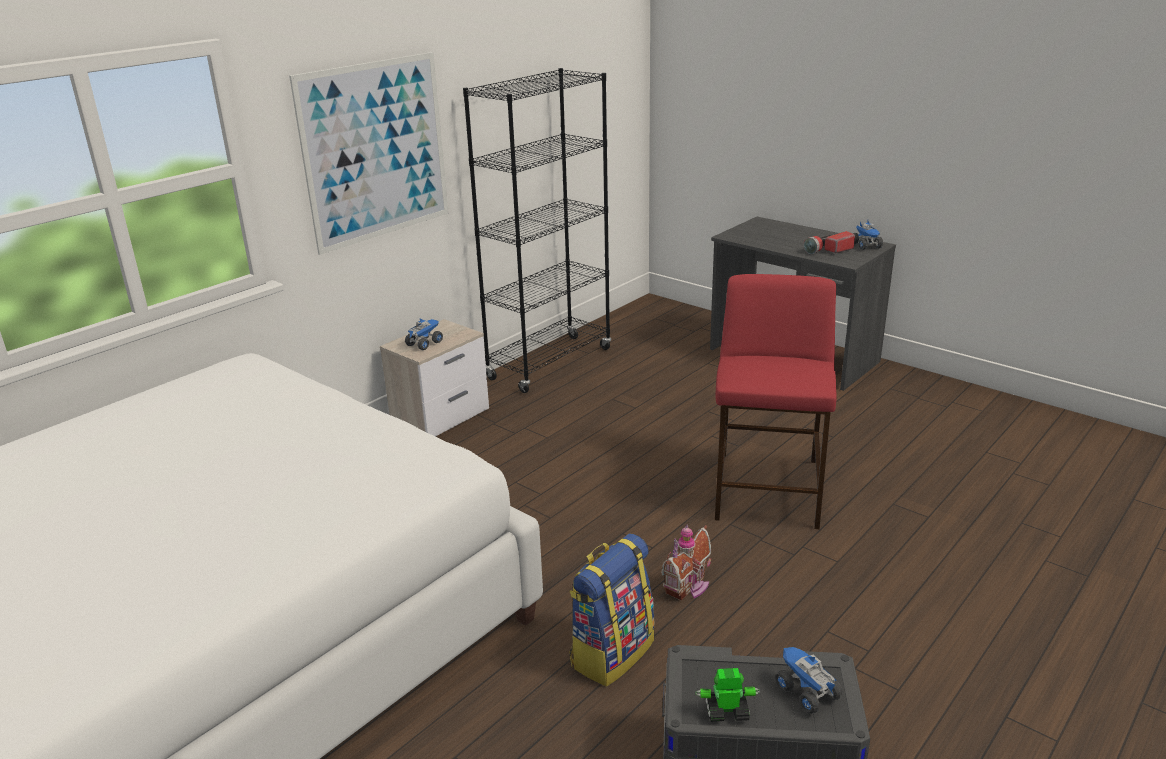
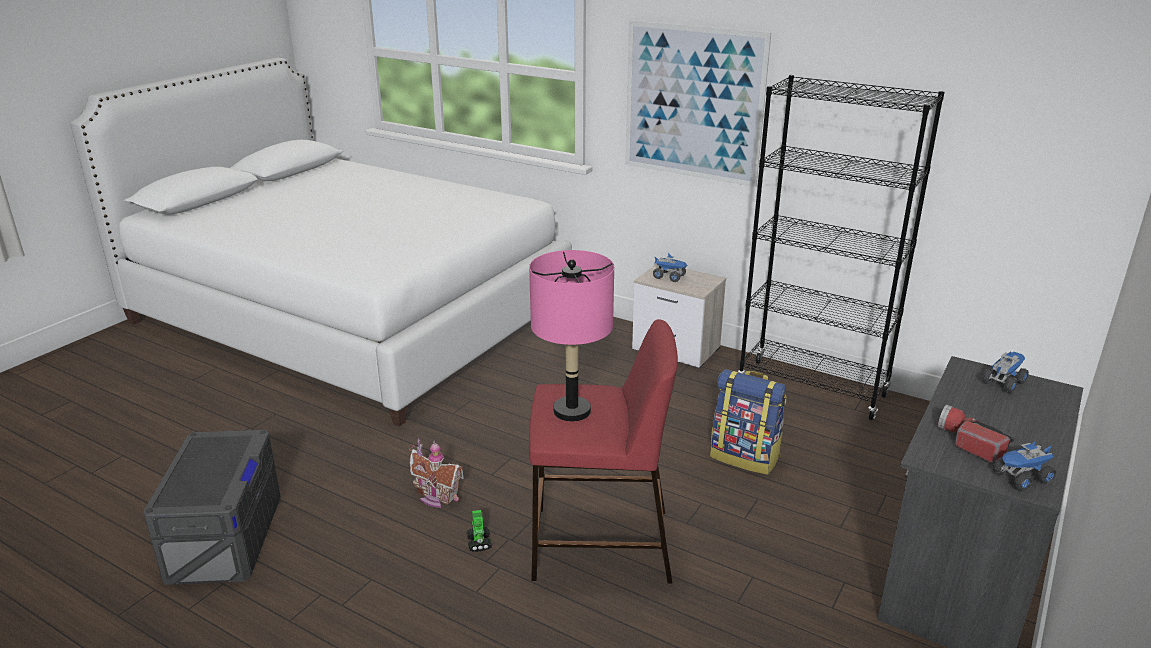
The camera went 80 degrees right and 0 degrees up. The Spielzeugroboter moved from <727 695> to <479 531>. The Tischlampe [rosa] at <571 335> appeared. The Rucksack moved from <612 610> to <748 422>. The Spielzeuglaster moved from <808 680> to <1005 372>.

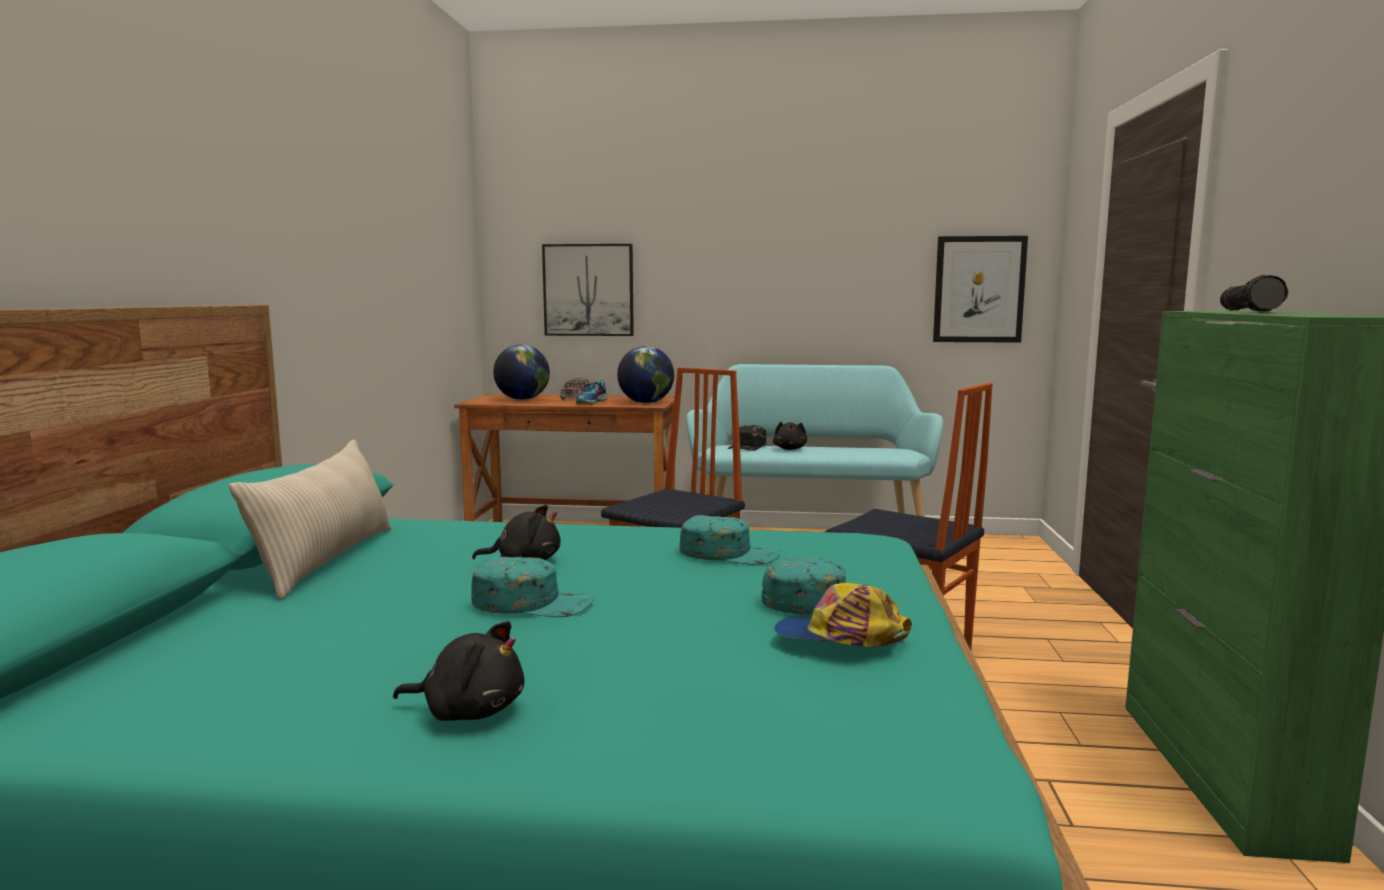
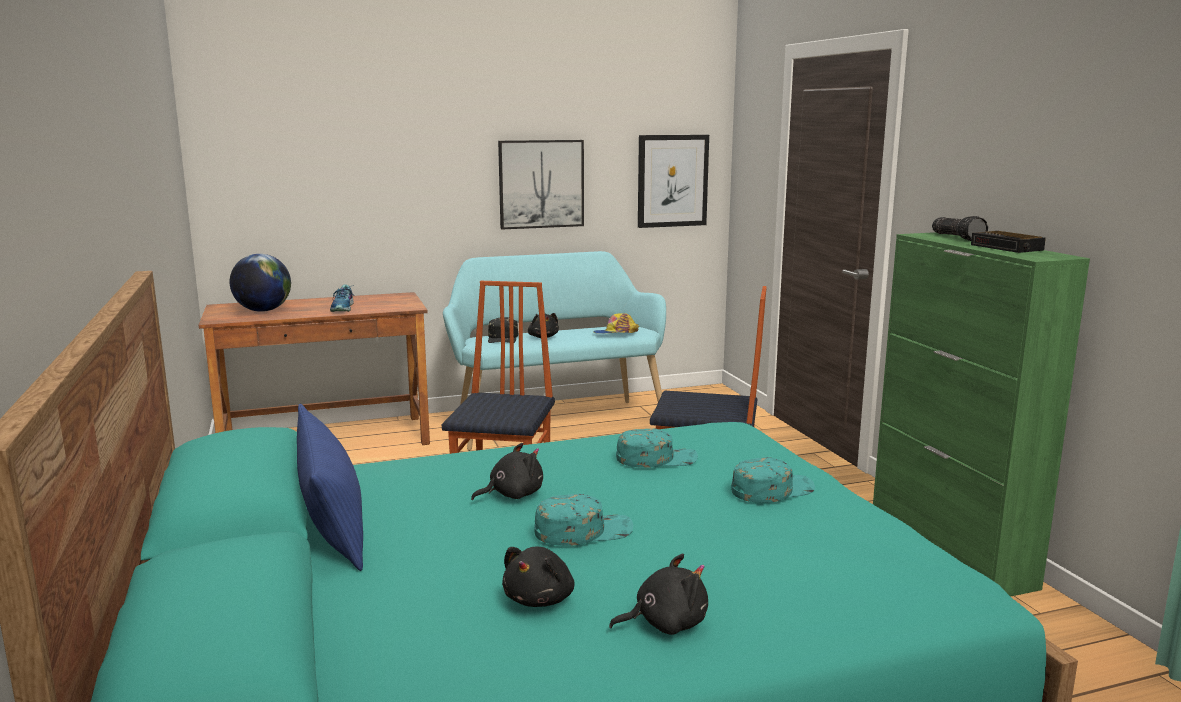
The camera went 25 degrees left and 5 degrees up. The Kissen [beige] at <310 520> became the Kissen [blau] at <330 487>. The Bild moved from <588 290> to <541 184>. The Plüschtier [schwarz] at <538 577> appeared. The Kappe moved from <843 615> to <616 323>. The Wecker at <1008 242> appeared. The Spielzeuglaster at <574 389> disappeared. The Globus at <645 374> disappeared.

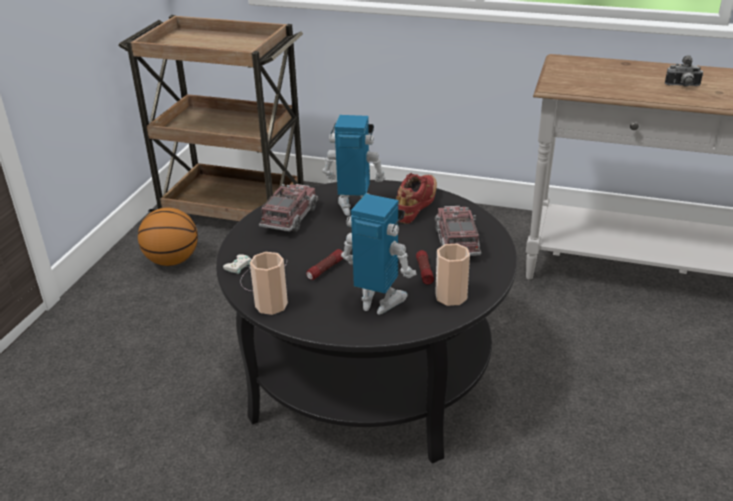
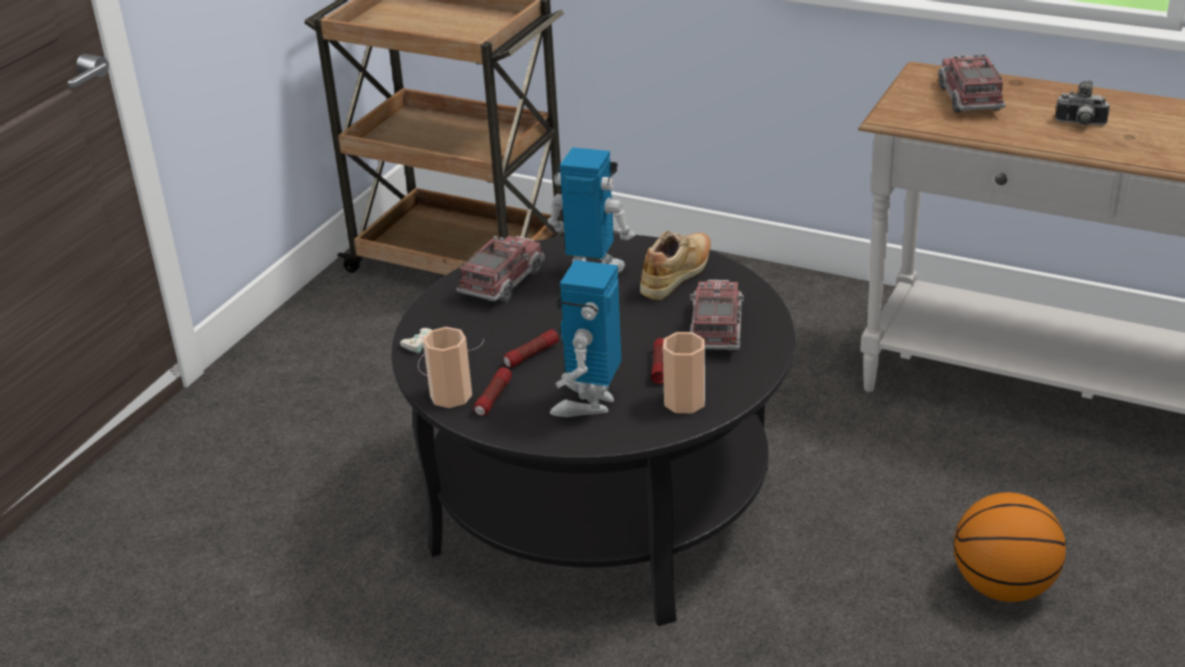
The camera went 10 degrees right and 0 degrees up. The Taschenlampe at <493 391> appeared. The Spielzeugroboter at <378 254> turned 105 degrees counterclockwise. The Schuh [rot] at <416 198> became the Schuh [beige] at <675 265>. The Spielzeuglaster at <972 83> appeared. The Basketball moved from <168 237> to <1010 547>.

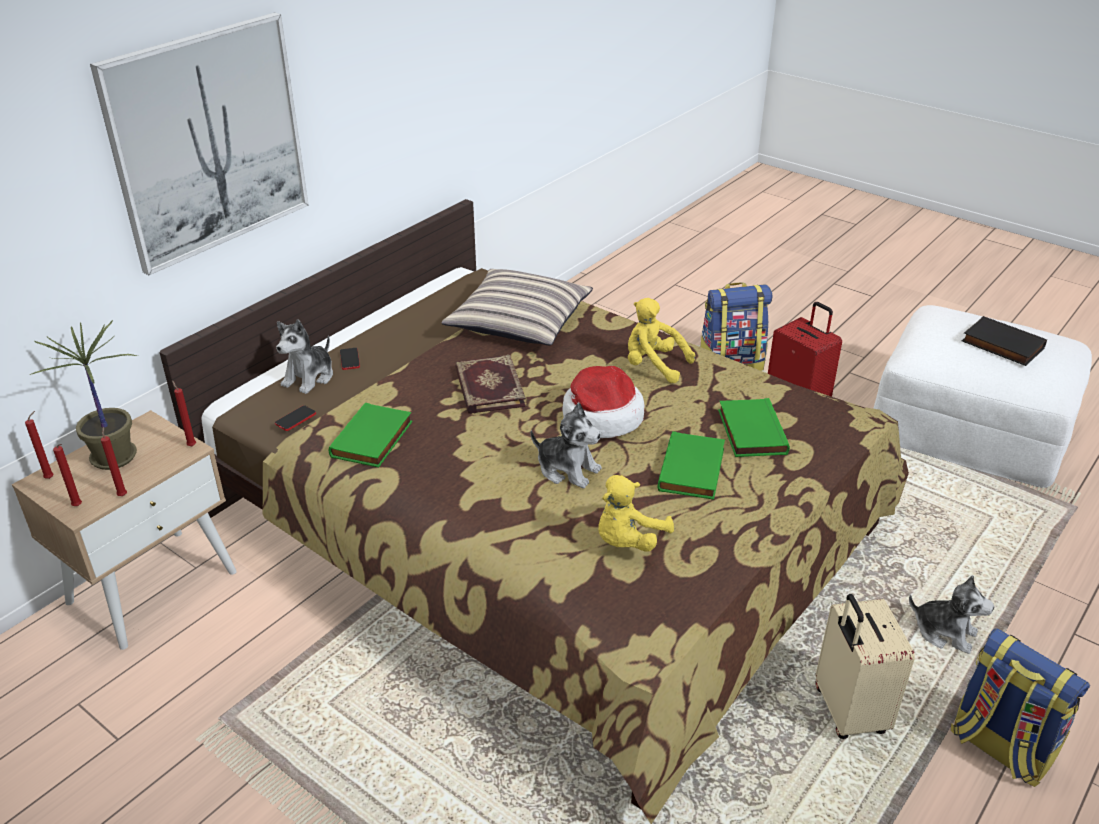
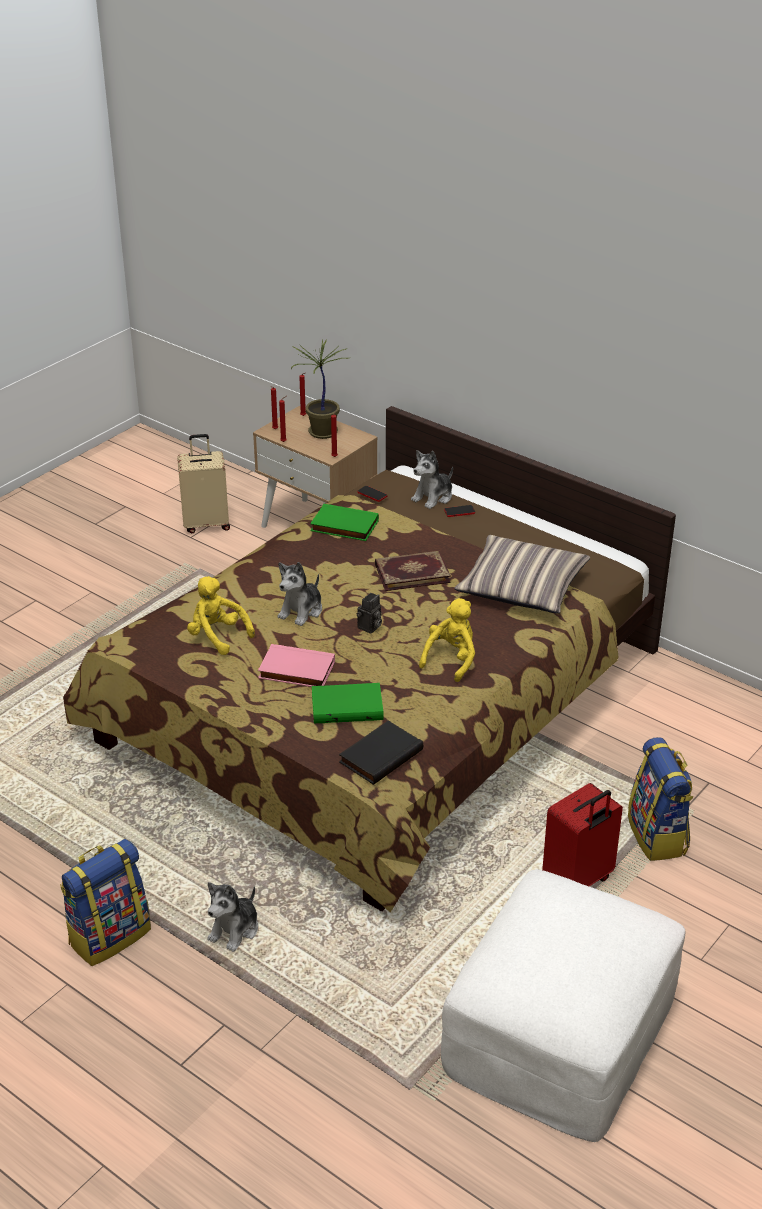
The camera went 90 degrees right and 0 degrees up. The Koffer [beige] moved from <865 666> to <203 483>. The Buch [grün] at <691 465> became the Buch [rosa] at <296 665>. The Buch [schwarz] moved from <1004 341> to <381 752>. The Hut at <603 402> was replaced by the Kamera at <369 613>. The Plüschtier at <304 356> turned 75 degrees counterclockwise. The Bild at <199 144> disappeared.

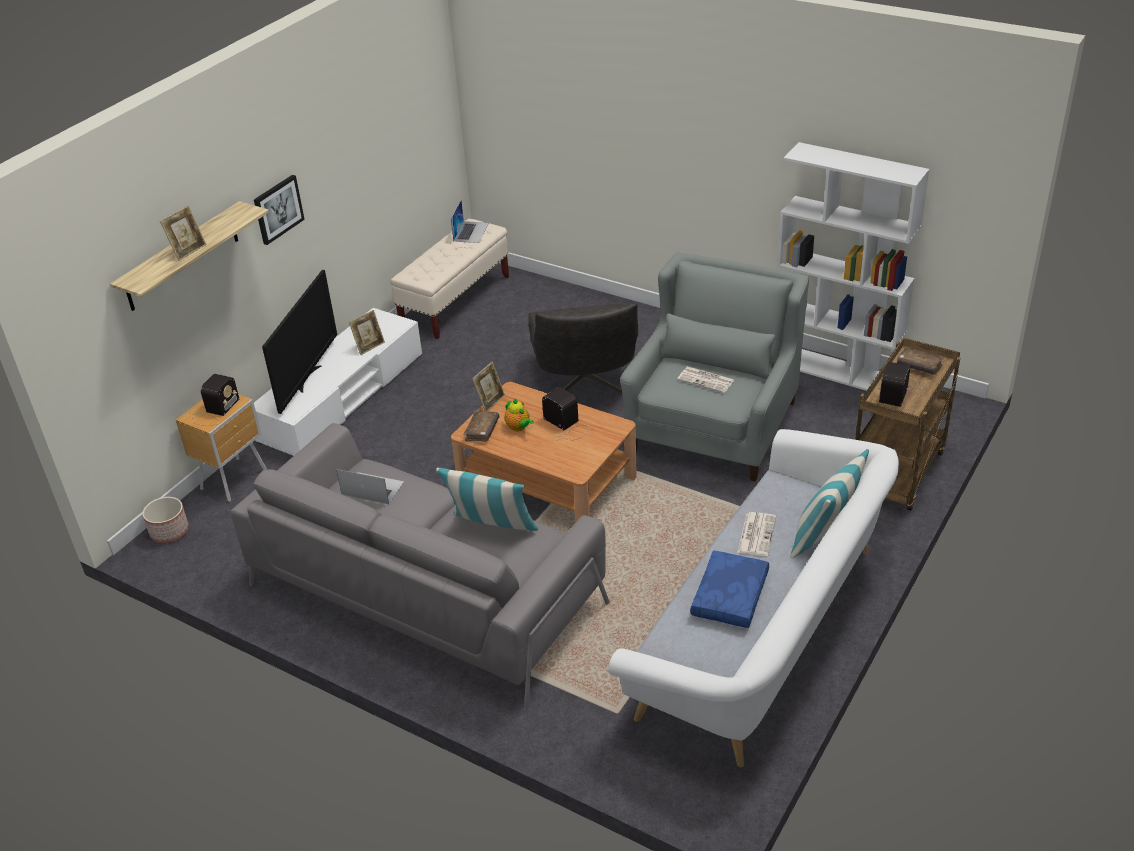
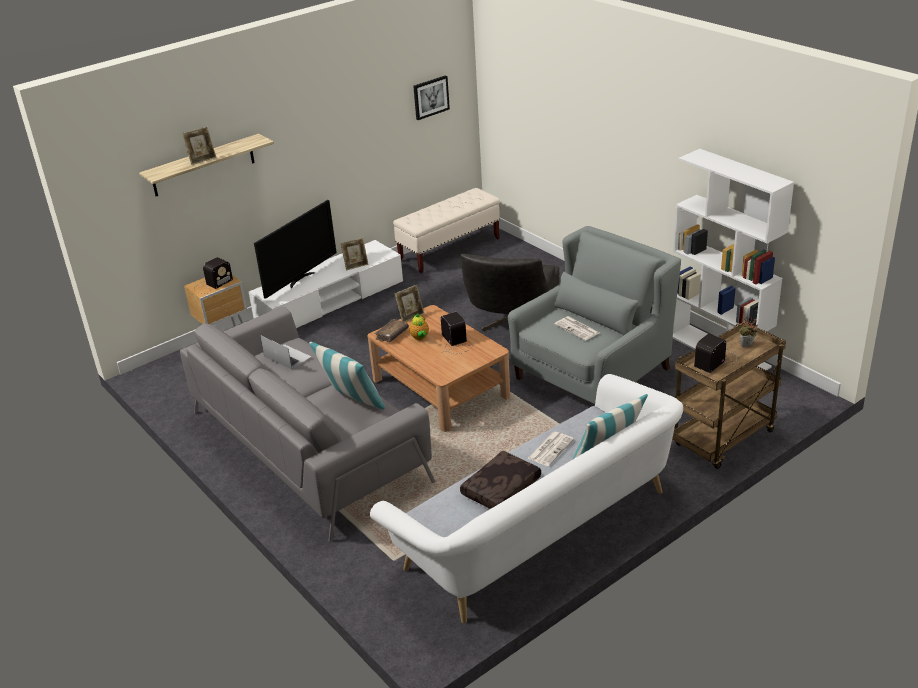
The camera went 20 degrees right and 5 degrees down. The Bild moved from <279 210> to <431 97>. The Kissen [blau] at <729 589> became the Kissen [braun] at <500 480>. The Buch [braun] at <920 361> was replaced by the Topfpflanze at <748 332>. The Pflanzkübel at <166 520> disappeared. The Laptop at <470 221> disappeared.

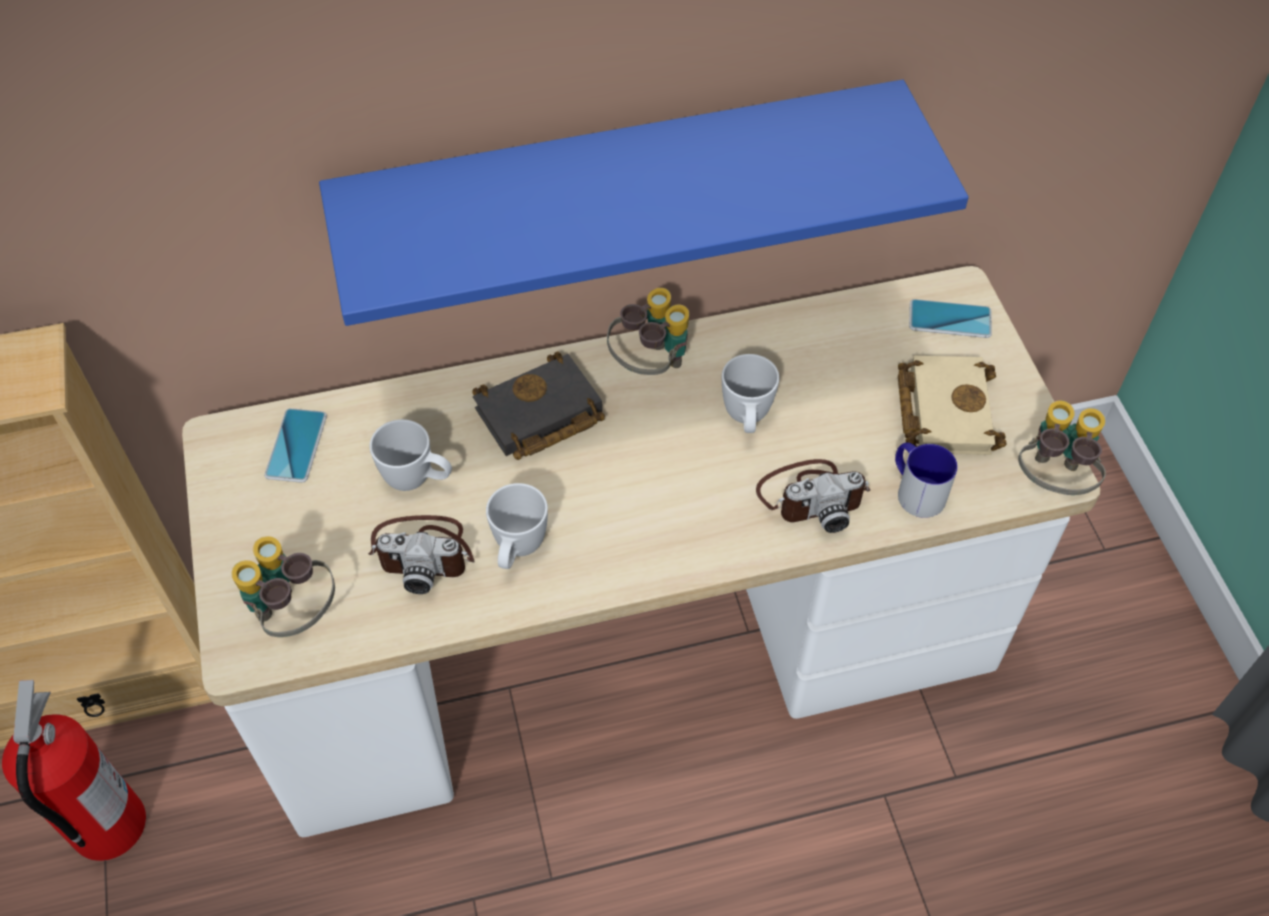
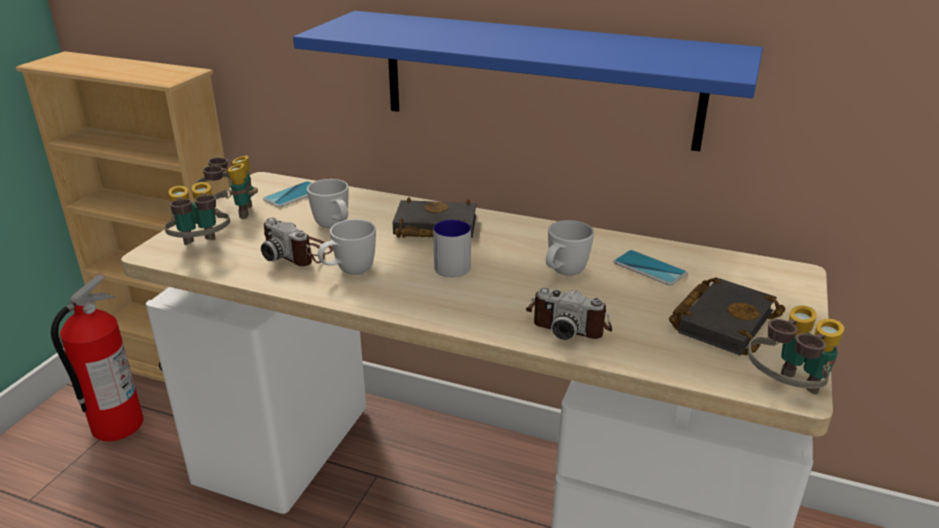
The camera went 35 degrees right and 25 degrees down. The Fernglas moved from <648 331> to <227 187>. The Henkelbecher moved from <926 480> to <452 248>. The Handy moved from <950 318> to <650 268>. The Buch [beige] at <952 405> became the Buch [schwarz] at <727 316>.

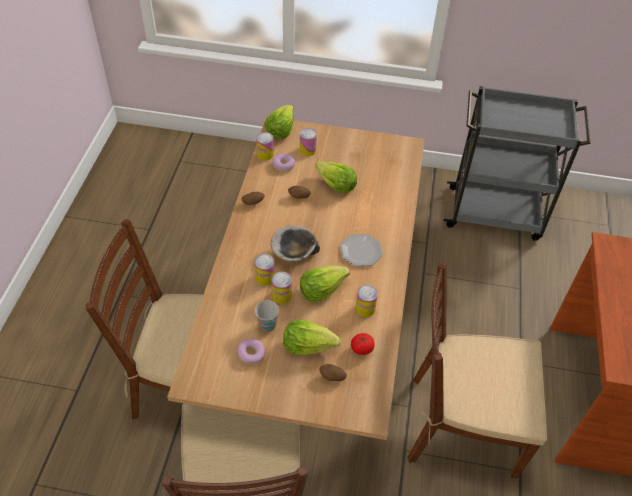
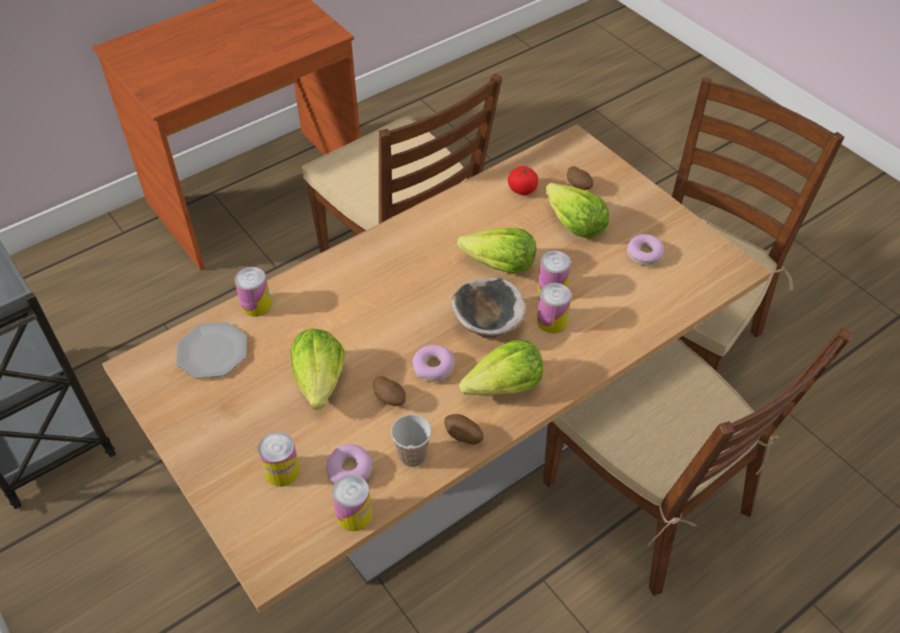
The camera went 135 degrees left and 0 degrees up. The Teller moved from <361 250> to <211 350>. The Dose moved from <366 301> to <253 292>. The Tasse moved from <267 316> to <411 440>. The Donut at <433 363> appeared. The Salatkopf moved from <279 122> to <501 368>.

